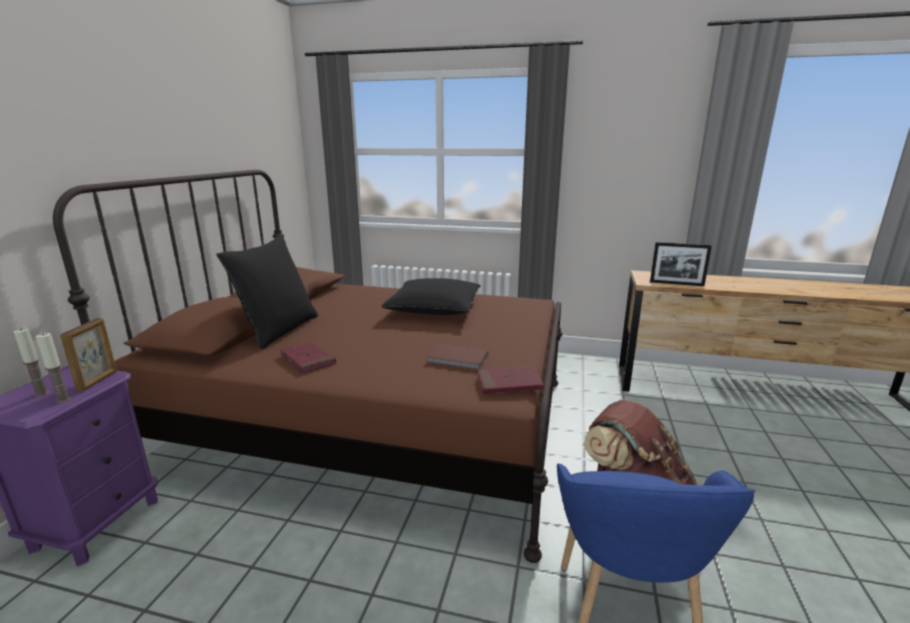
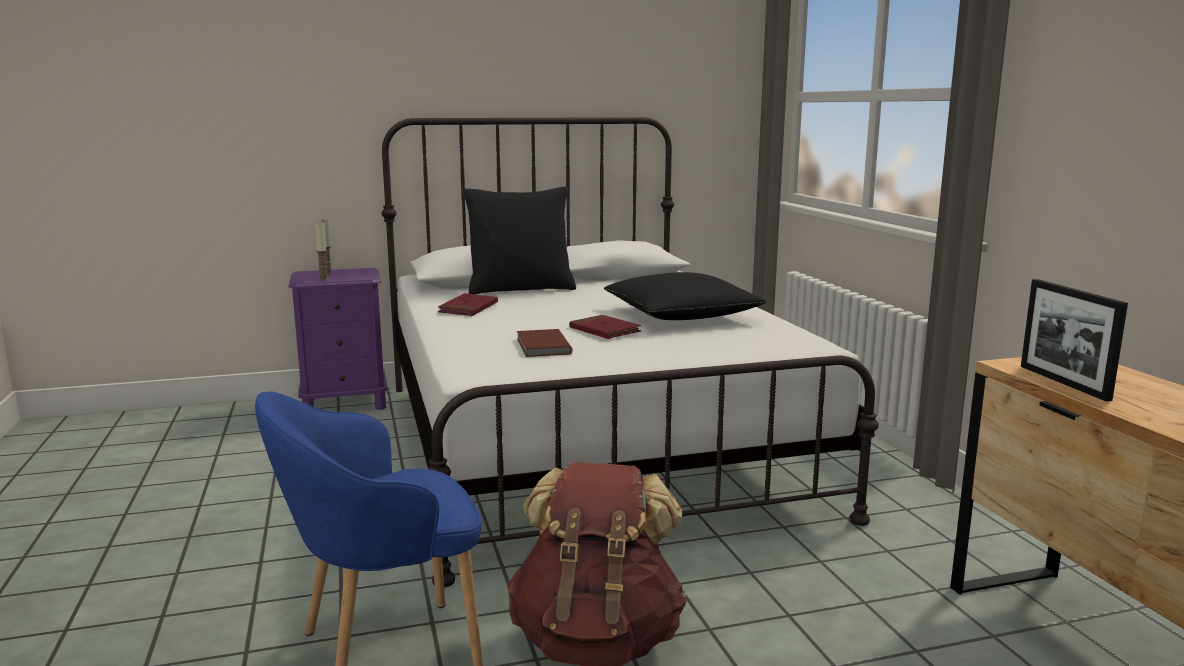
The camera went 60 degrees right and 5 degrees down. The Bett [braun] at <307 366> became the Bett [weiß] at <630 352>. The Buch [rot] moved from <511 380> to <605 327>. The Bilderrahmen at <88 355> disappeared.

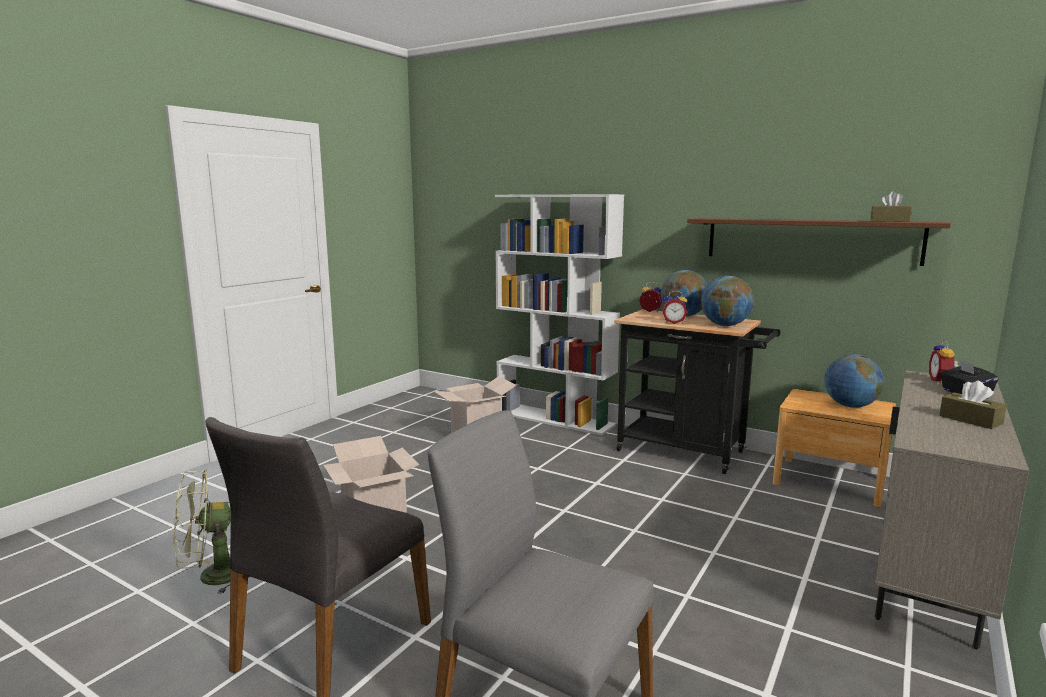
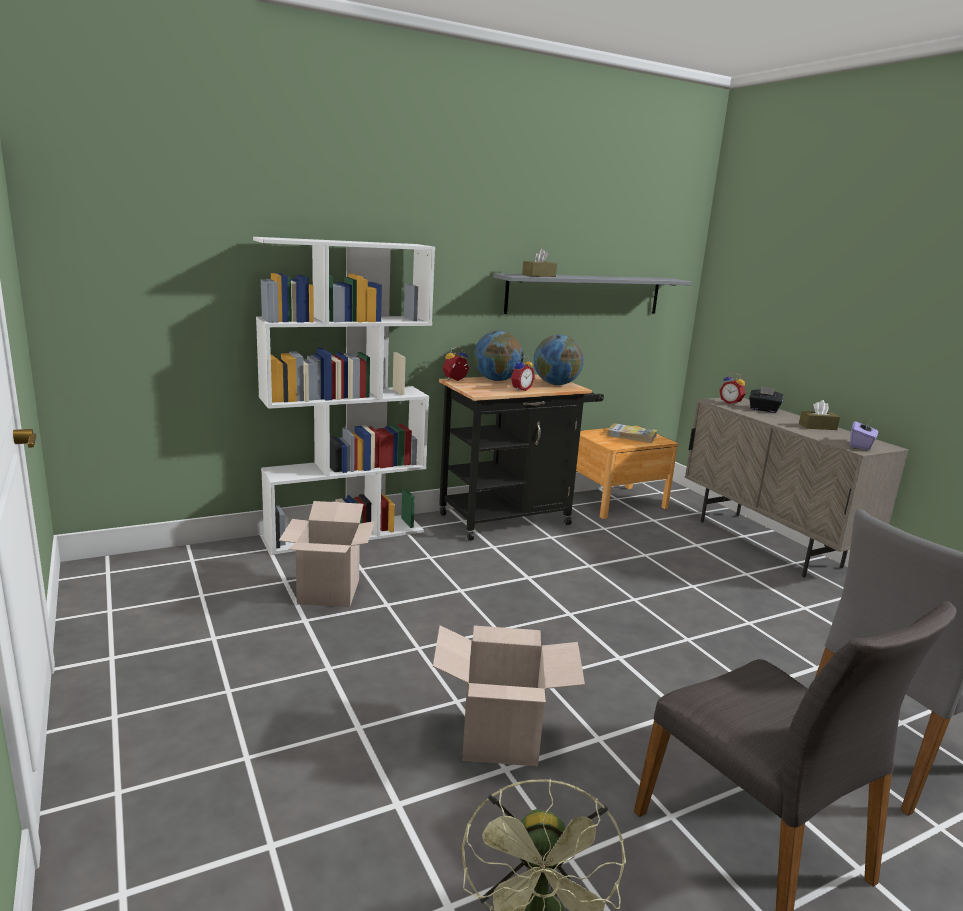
The camera went 60 degrees left and 5 degrees up. The Wandregal [braun] at <819 242> became the Wandregal [grau] at <592 293>. The Taschentuchbox [braun] moved from <891 206> to <539 263>. The Globus at <854 381> was replaced by the Buch at <632 433>. The Taschentuchbox [lila] at <864 434> appeared.

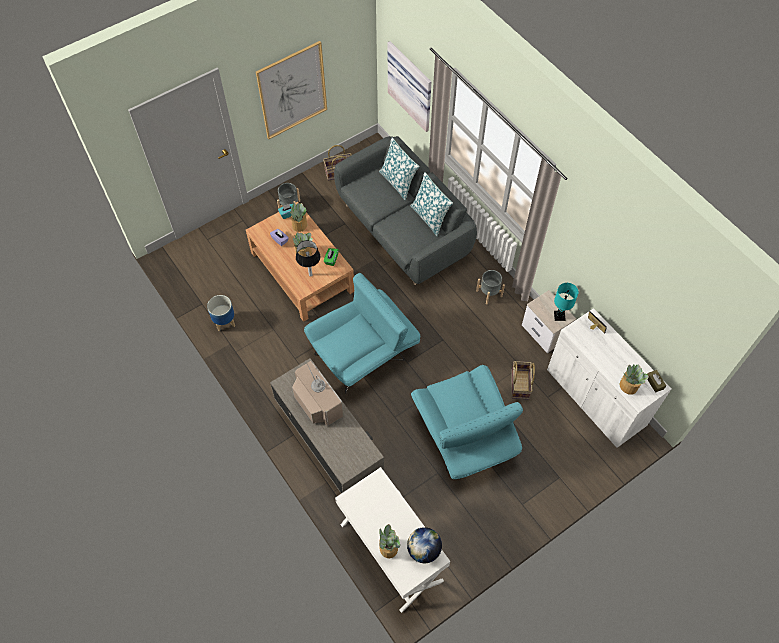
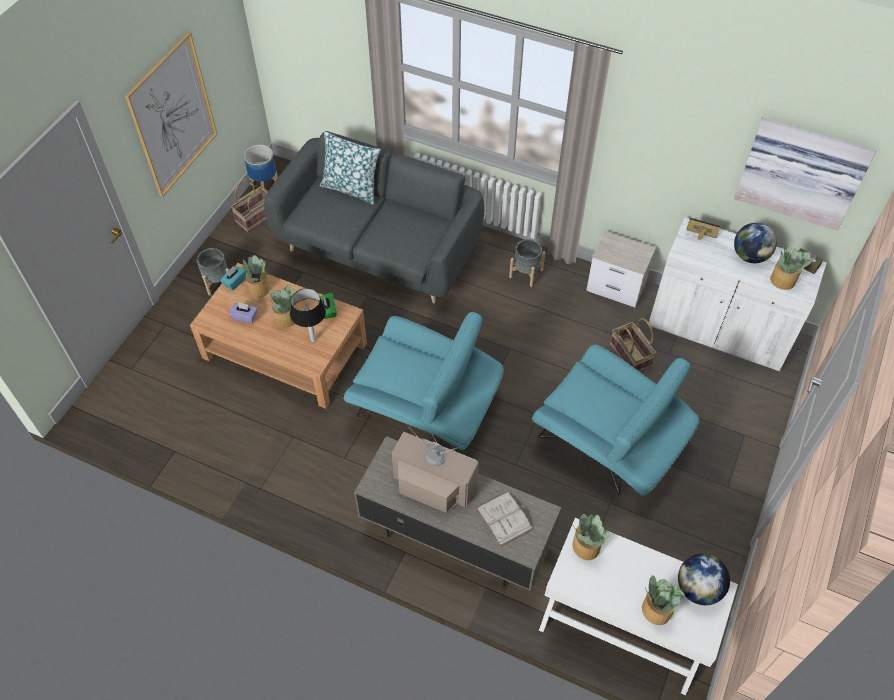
The camera went 30 degrees left and 5 degrees down. The Pflanzkübel moved from <221 313> to <261 166>. The Sessel [türkis] at <362 333> turned 90 degrees clockwise. The Buch [weiß] at <504 519> appeared. The Topfpflanze at <591 537> appeared. The Bild moved from <409 86> to <805 174>. The Globus at <755 243> appeared. The Kissen at <431 204> disappeared. The Tischlampe [türkis] at <566 302> disappeared.

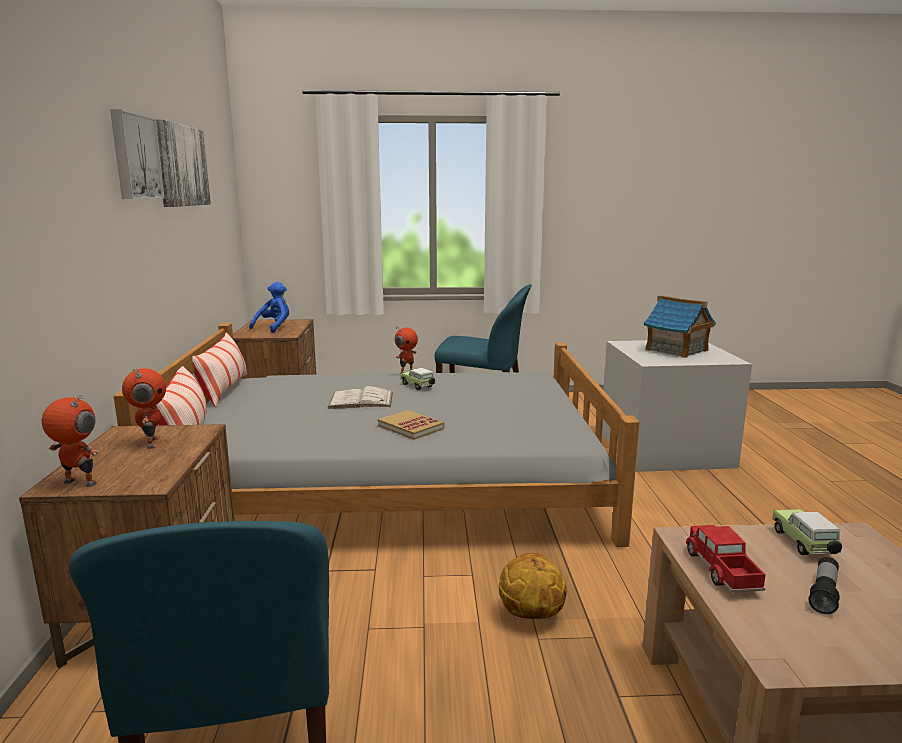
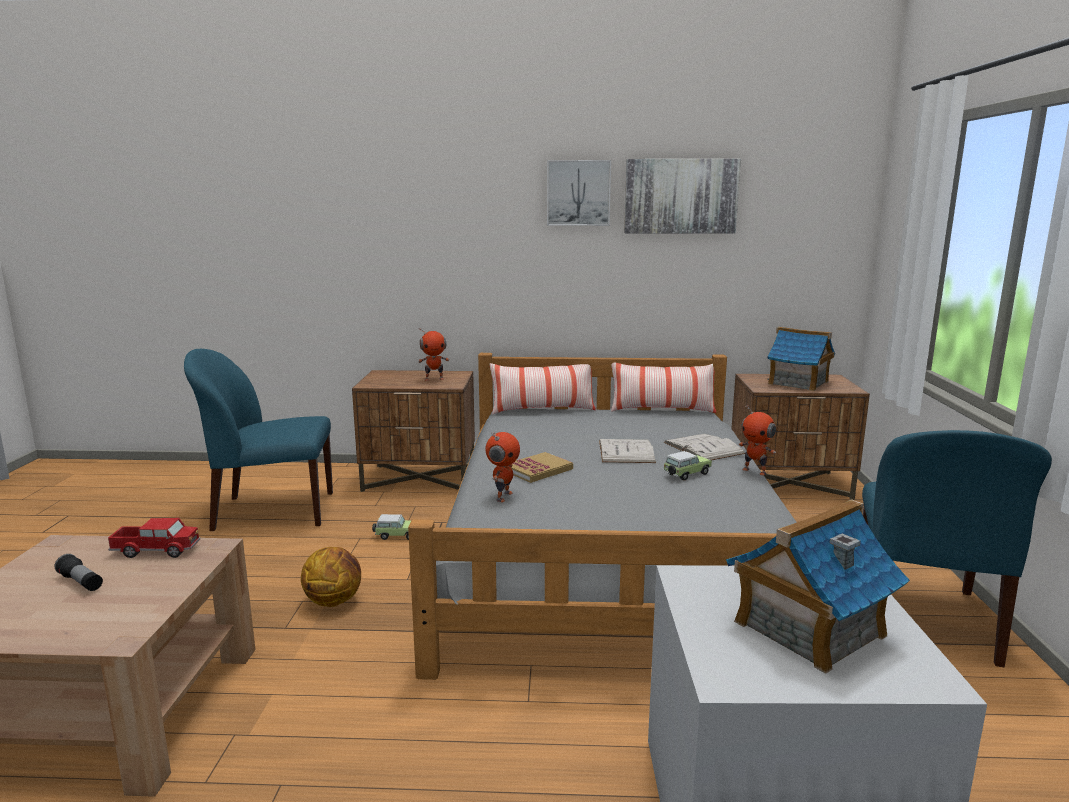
The camera went 95 degrees right and 0 degrees up. The Spielzeugauto moved from <807 532> to <391 527>. The Spielzeugroboter moved from <70 441> to <502 467>. The Buch [weiß] at <704 447> appeared. The Plüschtier [blau] at <269 307> was replaced by the Spielzeughaus at <801 359>.

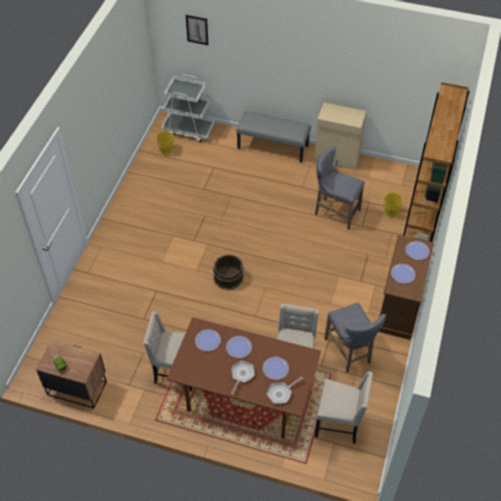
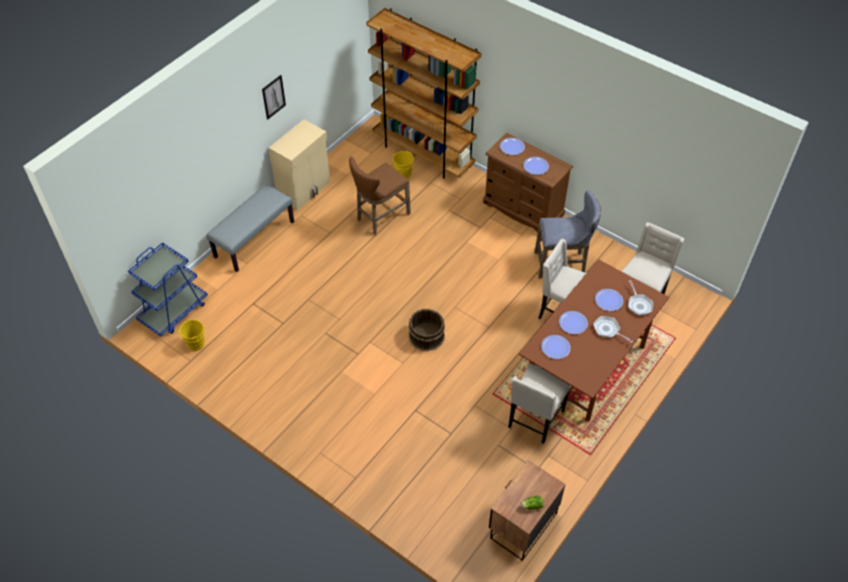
The camera went 70 degrees left and 0 degrees up. The Rollwagen [weiß] at <188 109> became the Rollwagen [blau] at <168 289>. The Bild moved from <197 30> to <274 97>. The Hocker [grau] at <340 188> became the Hocker [braun] at <380 196>.

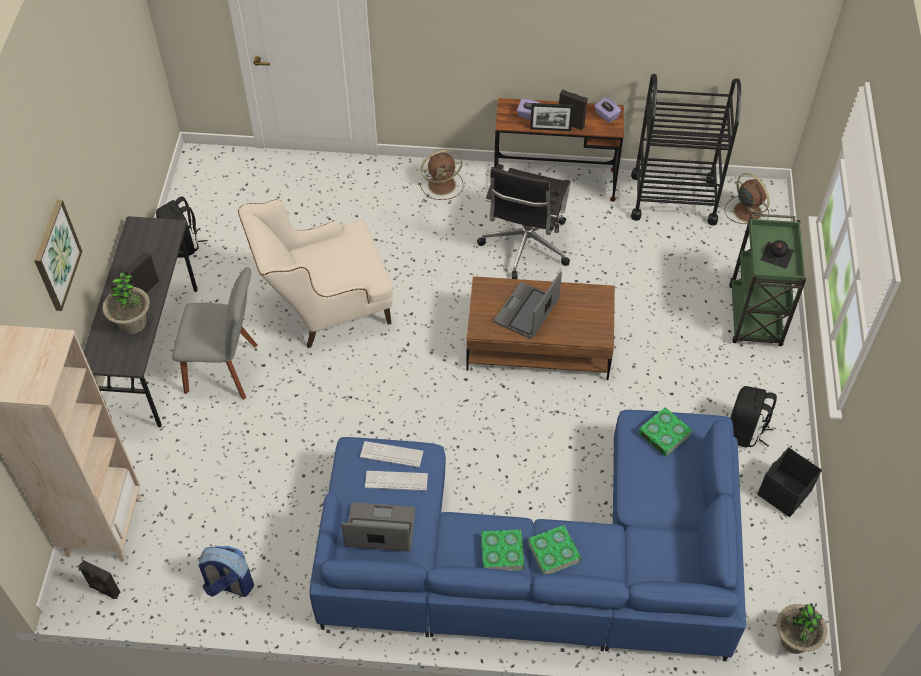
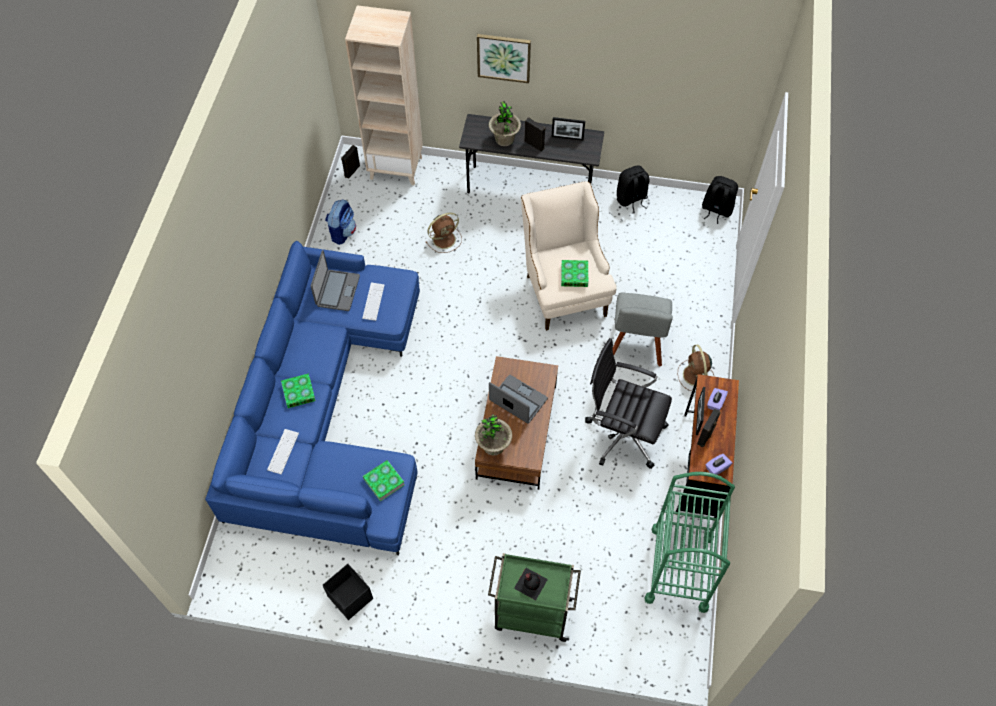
The camera went 95 degrees right and 5 degrees up. The Tastatur moved from <391 454> to <283 452>. The Ventilator [braun] moved from <747 198> to <444 233>. The Topfpflanze moved from <801 628> to <493 434>. The Bilderrahmen at <568 129> appeared. The Buch moved from <503 550> to <574 273>. The Stuhl [grau] moved from <215 333> to <642 329>. The Rollwagen [schwarz] at <686 150> became the Rollwagen [grün] at <689 542>. The Rucksack [schwarz] moved from <753 416> to <720 200>.

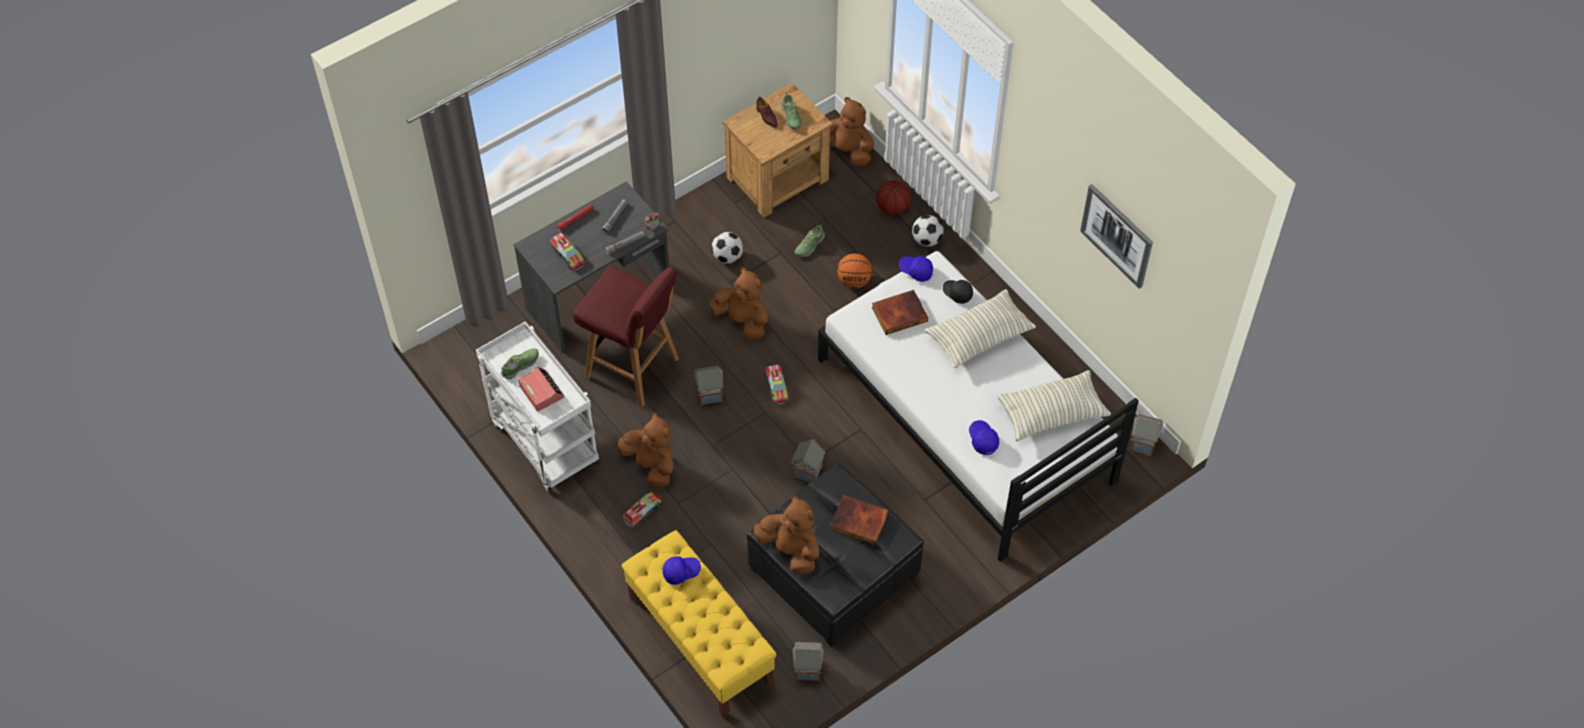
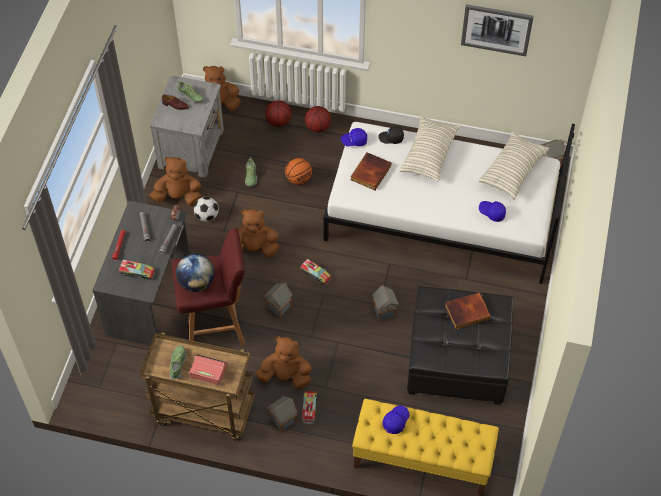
The camera went 40 degrees left and 0 degrees up. The Rollwagen [weiß] at <538 407> became the Rollwagen [braun] at <197 387>. The Nachttisch [braun] at <778 150> became the Nachttisch [grau] at <187 126>. The Plüschtier [braun] moved from <787 534> to <176 181>. The Globus at <195 272> appeared. The Spielzeughaus moved from <808 662> to <282 414>. The Fußball at <928 231> was replaced by the Basketball at <318 119>.

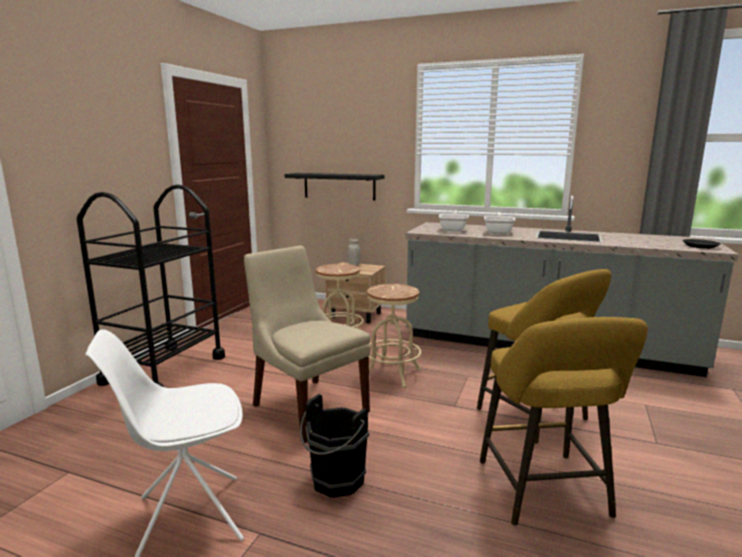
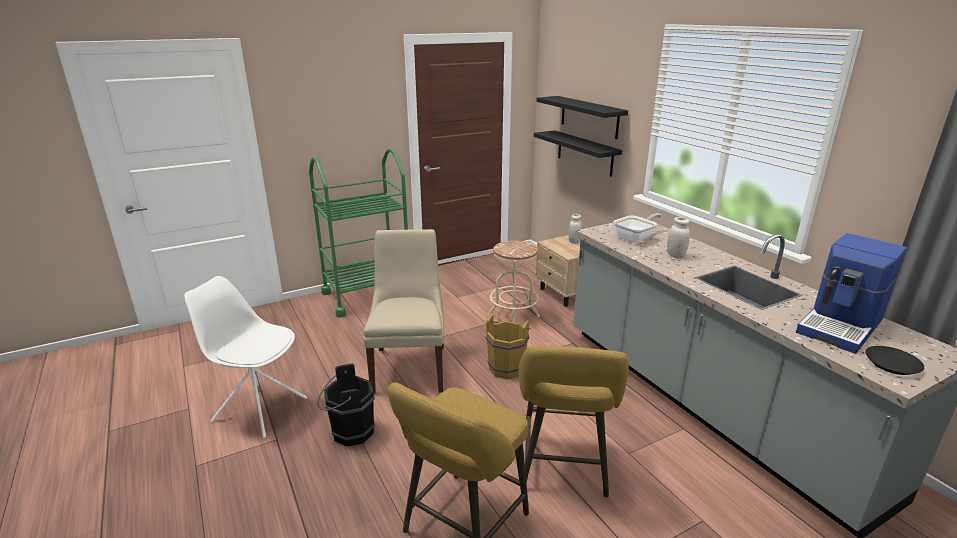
The camera went 40 degrees right and 10 degrees up. The Rollwagen [schwarz] at <151 286> became the Rollwagen [grün] at <358 233>. The Hocker [beige] at <394 336> was replaced by the Eimer [braun] at <508 346>. The Wandregal [schwarz] at <582 117> appeared. The Pfanne at <500 223> was replaced by the Vorratsglas [weiß] at <678 237>. The Kaffeemaschine at <851 293> appeared.

